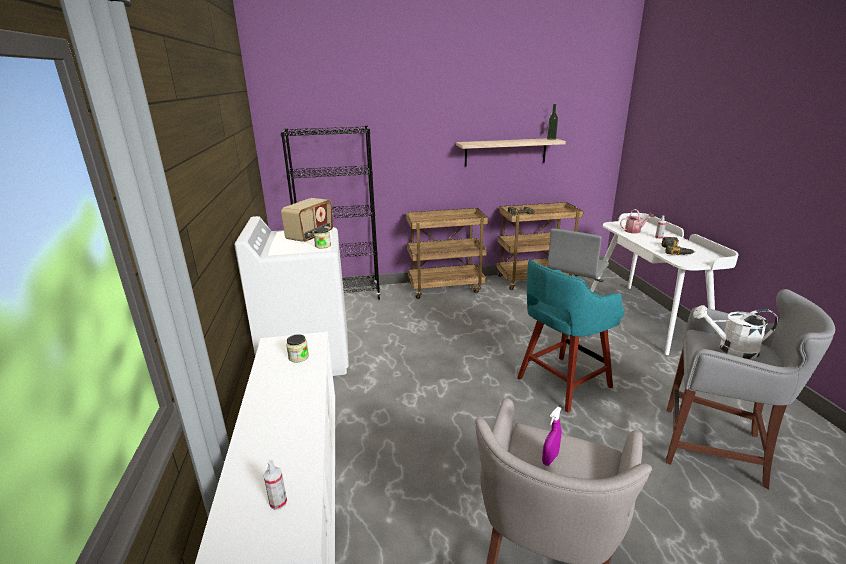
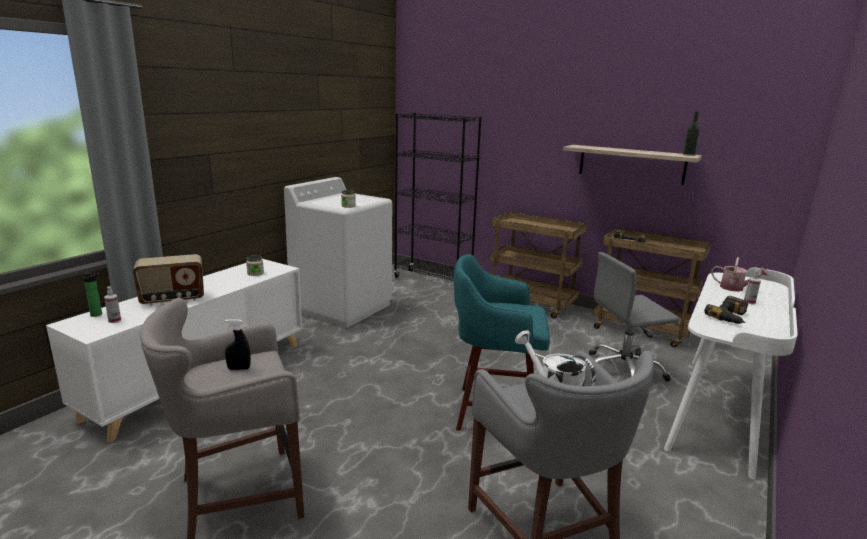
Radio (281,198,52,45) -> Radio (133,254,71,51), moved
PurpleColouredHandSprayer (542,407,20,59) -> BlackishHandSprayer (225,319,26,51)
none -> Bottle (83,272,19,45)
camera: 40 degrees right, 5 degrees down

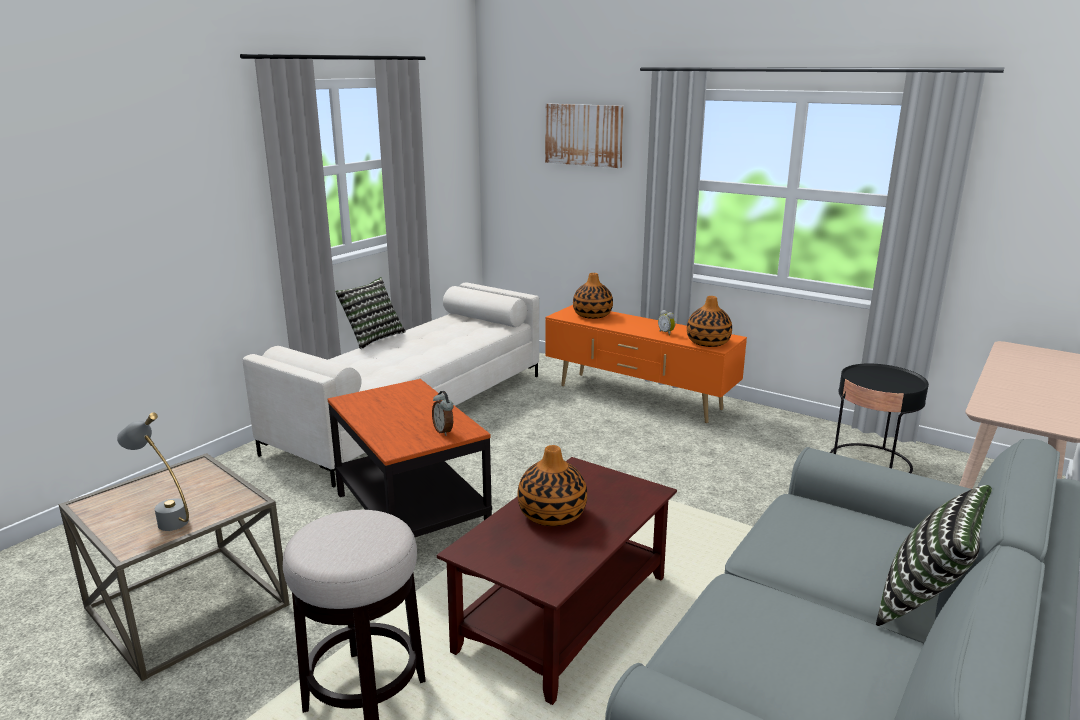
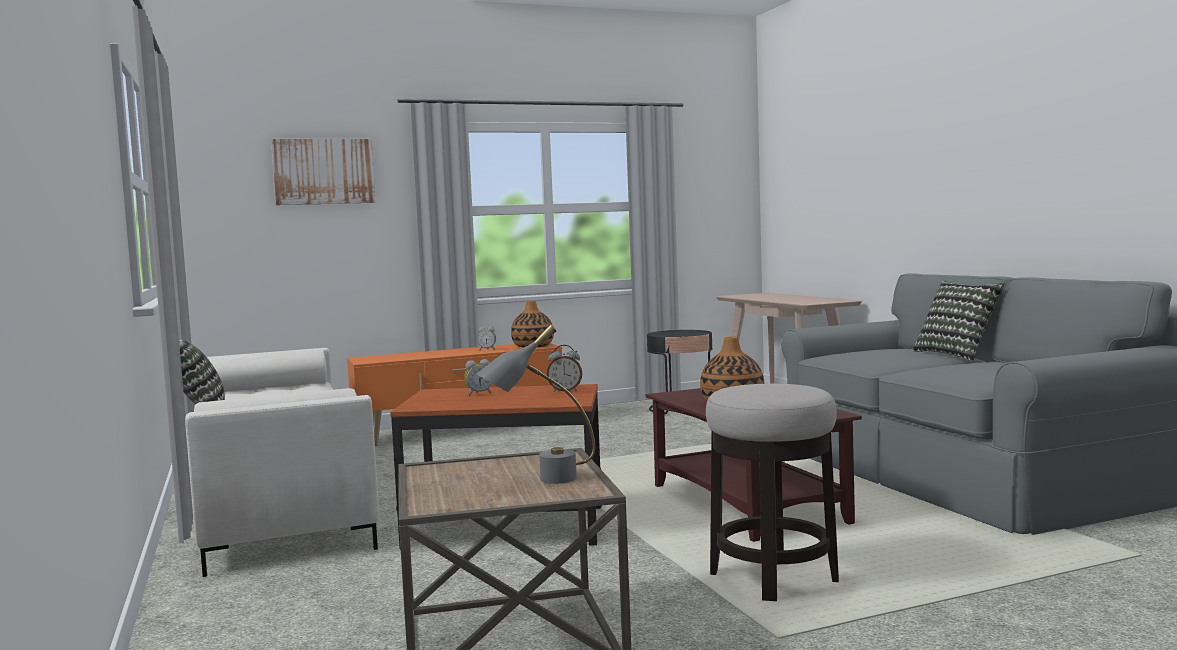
Vase (573,273,40,46) -> none
none -> AlarmClock (464,359,28,37)
camera: 55 degrees left, 15 degrees down

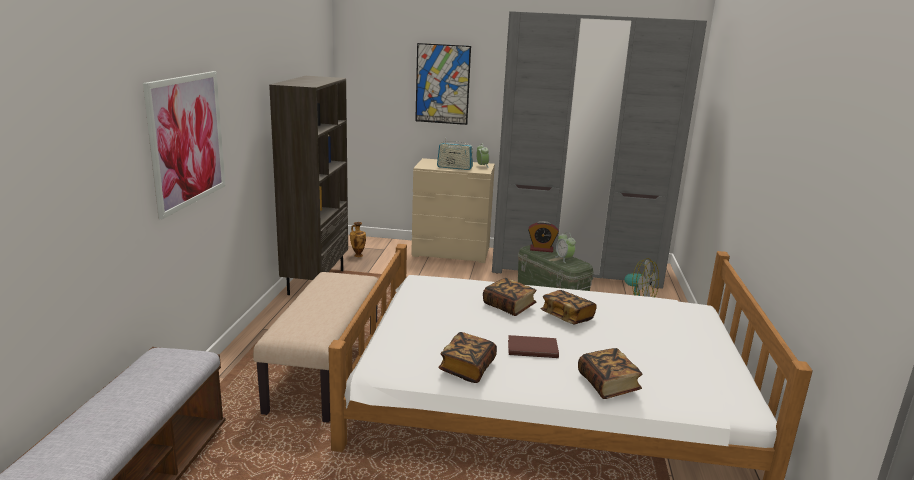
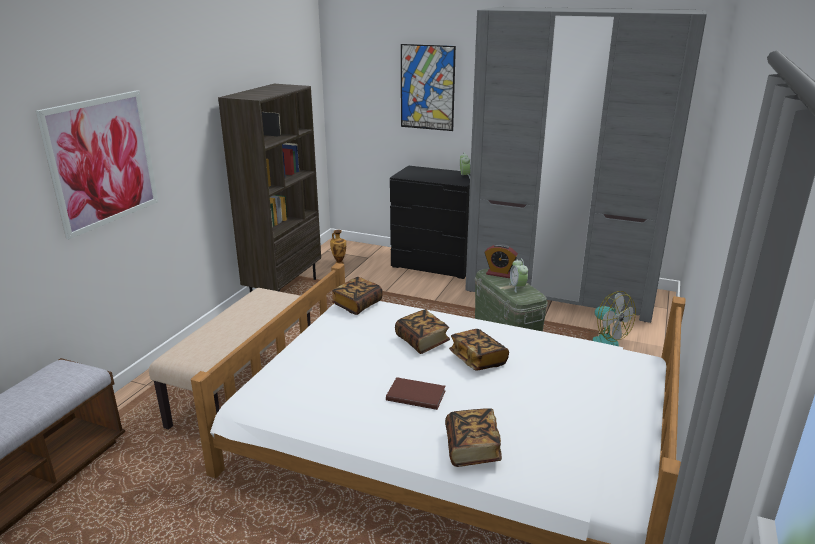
SandColouredDrawerChest (411,158,84,105) -> BlackishDrawerChest (390,165,80,114)
Radio (437,138,36,32) -> none
Book (439,332,58,51) -> Book (332,277,51,38), moved
camera: 15 degrees right, 5 degrees up

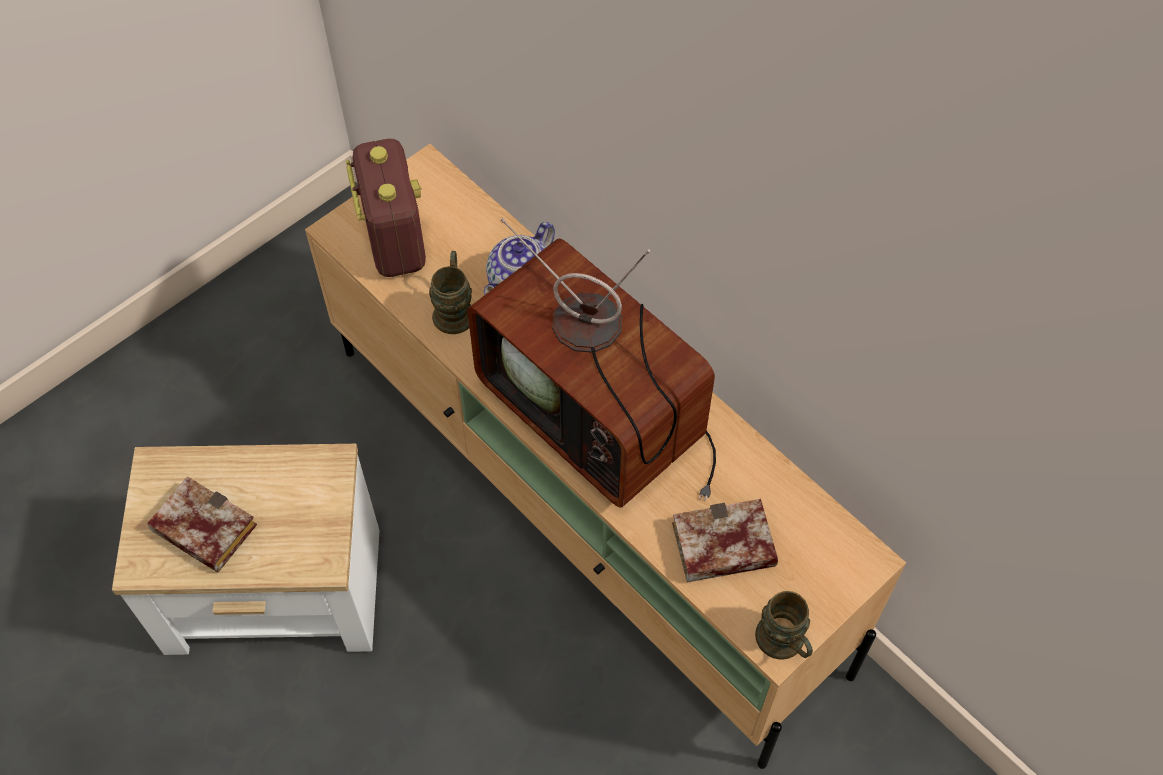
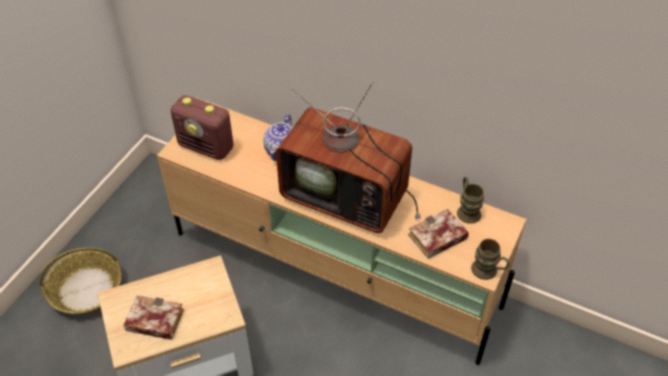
Radio (346,139,80,138) -> Radio (170,95,63,65), 150 degrees clockwise
BrownCoffeeMug (429,251,43,83) -> BrownCoffeeMug (457,177,27,47), moved
none -> Basket (39,247,83,67)
camera: 20 degrees left, 10 degrees down

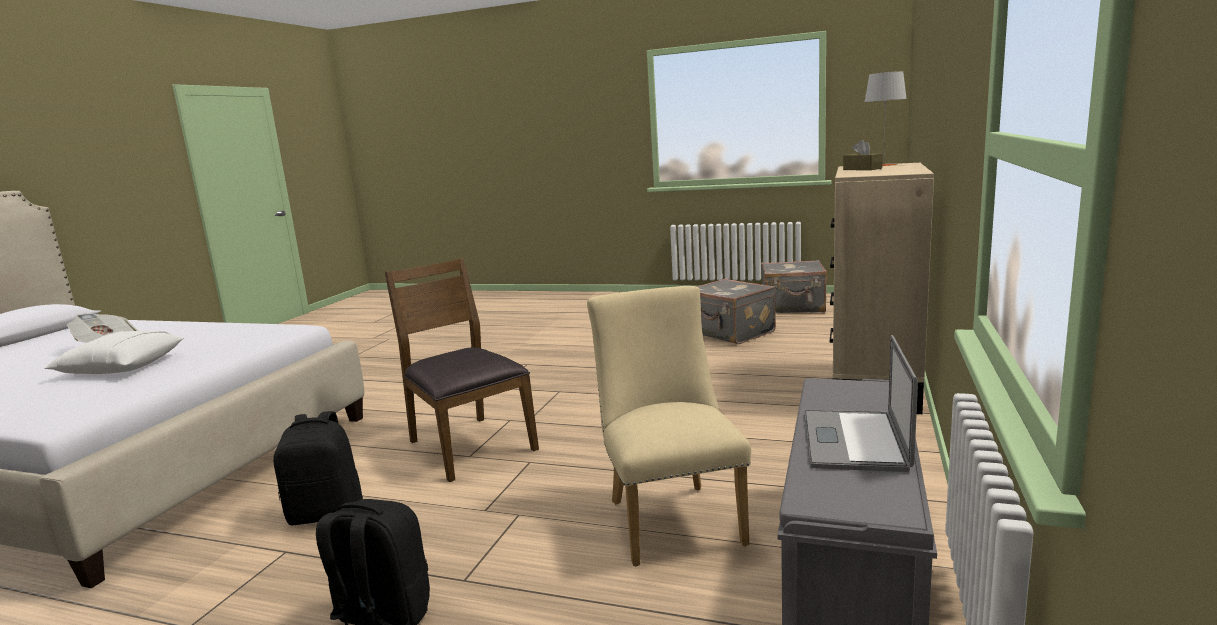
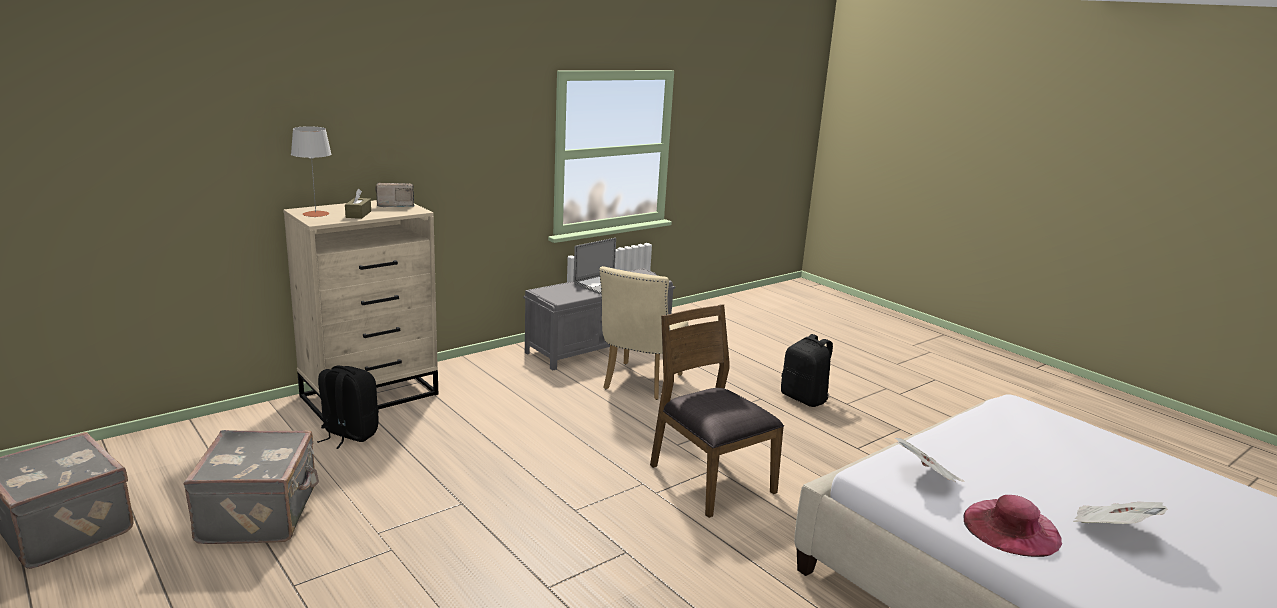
WhiteColouredThrowPillow (44,331,140,43) -> none
BlackishBackpack (273,411,90,114) -> BlackishBackpack (317,366,62,83), moved
BrownUprightChair (385,258,154,224) -> BrownUprightChair (650,304,134,214), 150 degrees clockwise
none -> Radio (375,183,40,24)
none -> Newspaper (895,438,70,44)
none -> PinkClothingHat (964,495,99,62)
camera: 150 degrees left, 5 degrees up

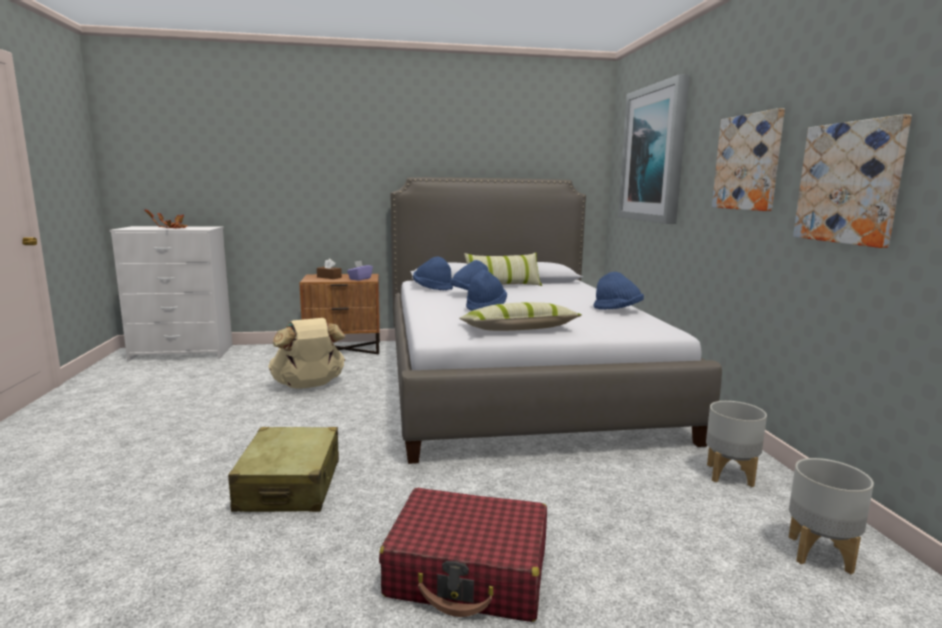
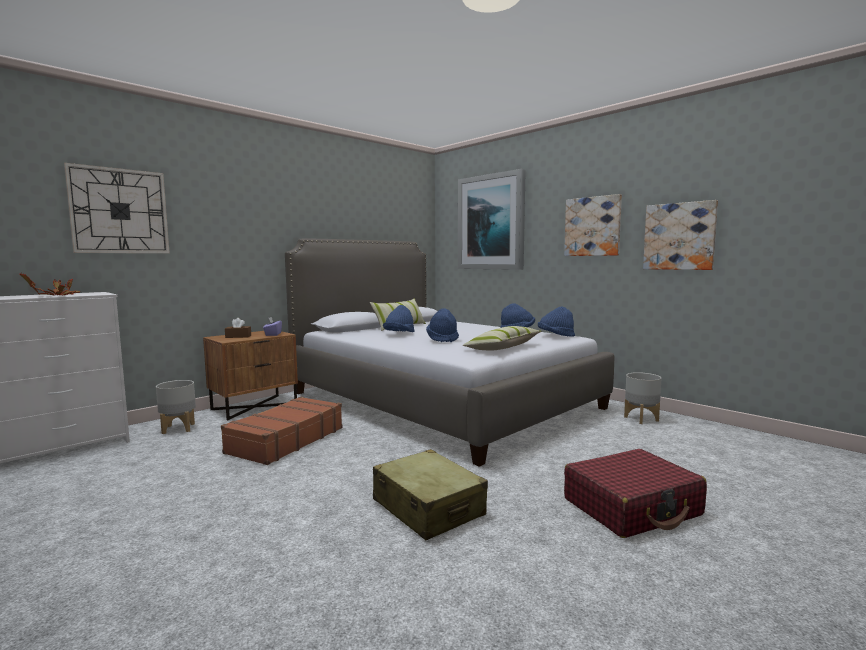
SandColouredBackpack (268,318,77,71) -> BrownPieceOfLuggage (221,397,122,68)
BluishClothingHat (413,257,40,34) -> BluishClothingHat (538,307,37,30), moved
GrayPlantPot (789,458,85,116) -> GrayPlantPot (156,380,40,54), moved
none -> WallClock (64,163,106,90)
camera: 35 degrees left, 5 degrees down

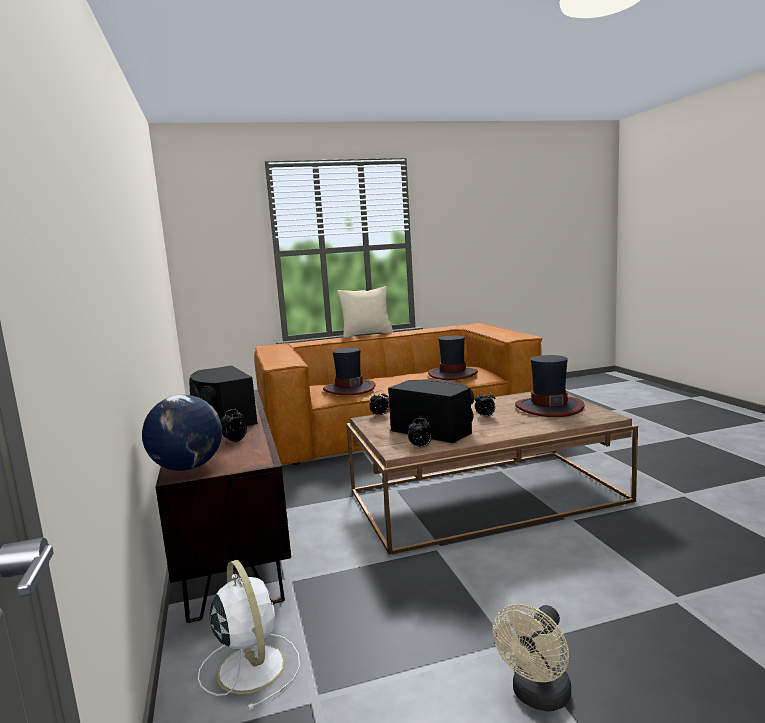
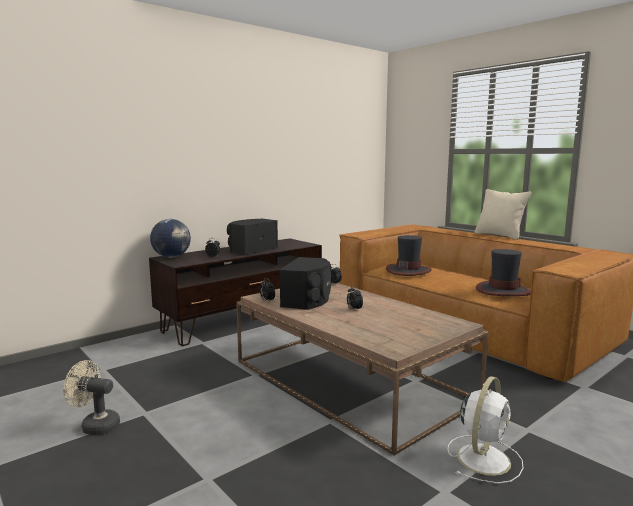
WhiteColouredFan (198,560,102,150) -> WhiteColouredFan (447,376,76,108), moved
ClothingHat (515,355,69,62) -> none
camera: 65 degrees right, 0 degrees up

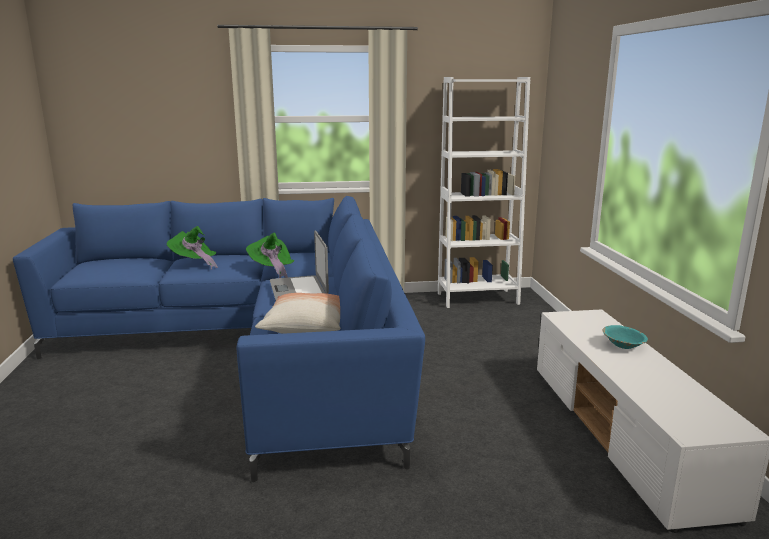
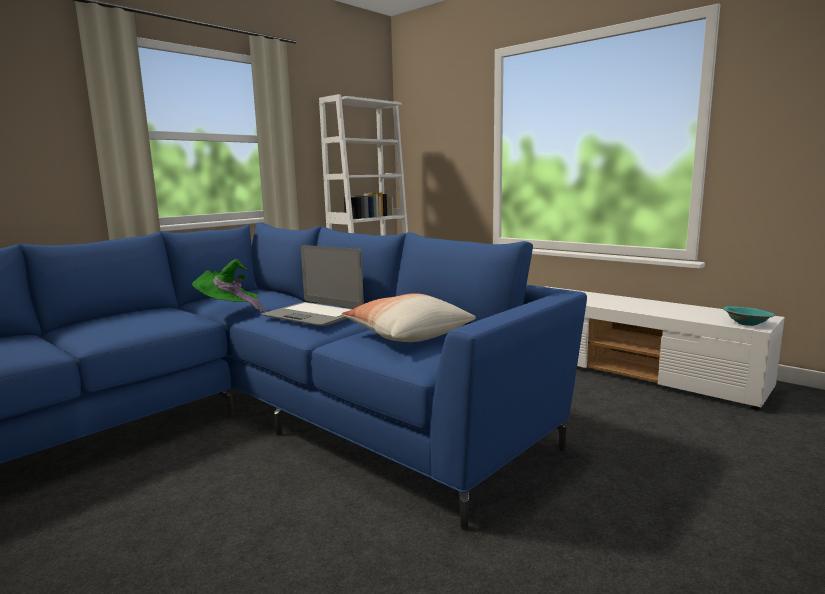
GreenColouredClothingHat (167,226,51,44) -> none
BlueGreenServingBowl (602,325,46,24) -> BlueGreenServingBowl (723,306,52,20), moved
camera: 40 degrees left, 5 degrees down

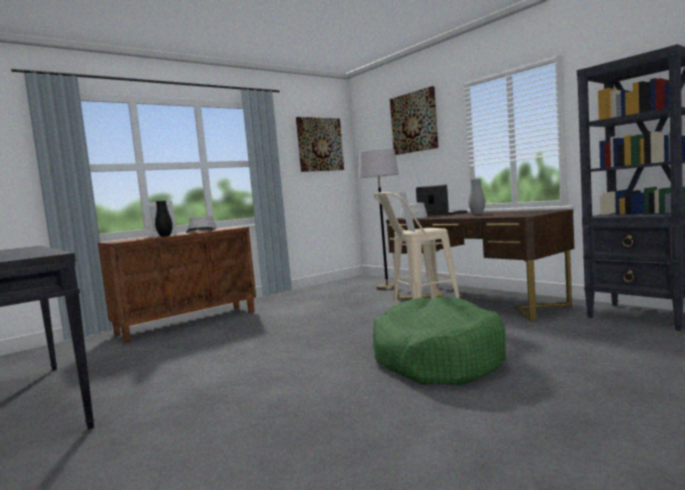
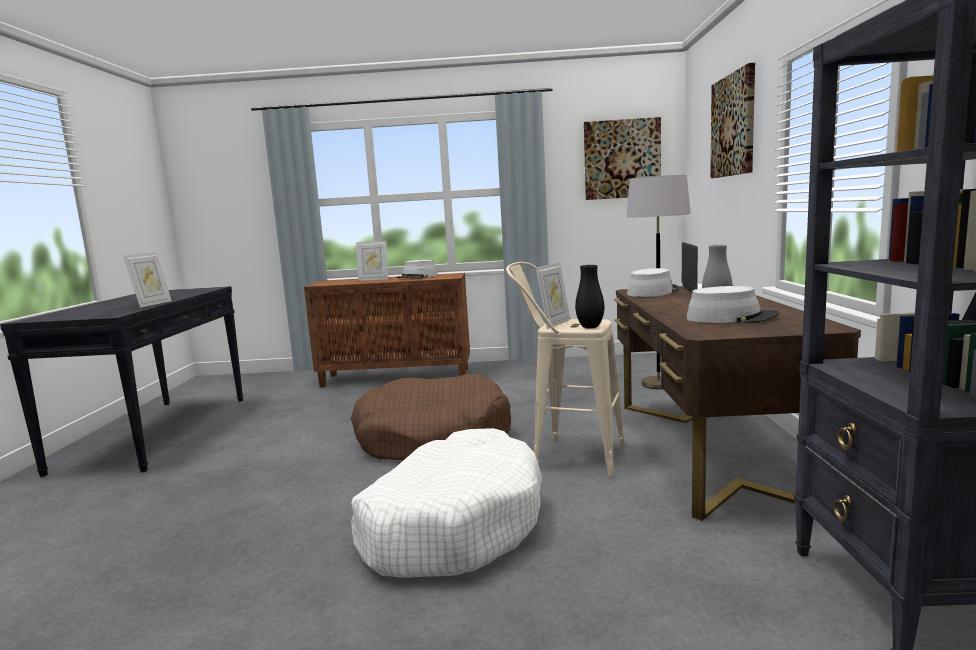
BlackishVase (155,201,18,36) -> BlackishVase (575,265,29,64), moved
GreenColouredDogBed (373,297,133,88) -> WhiteColouredDogBed (351,428,191,150)
none -> StandingFrame (124,252,48,56)
none -> BrownDogBed (351,374,160,87)
none -> GrayClothingHat (686,286,94,37)
camera: 40 degrees right, 5 degrees up

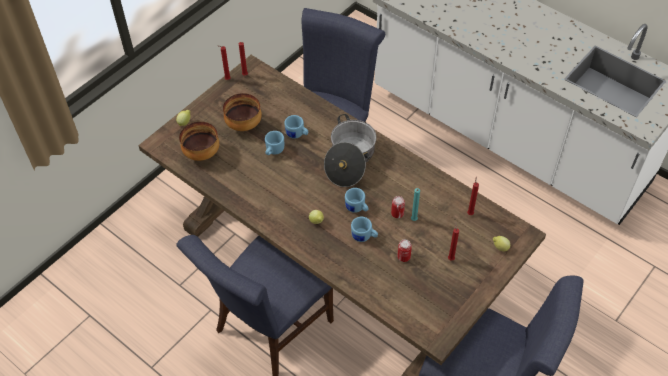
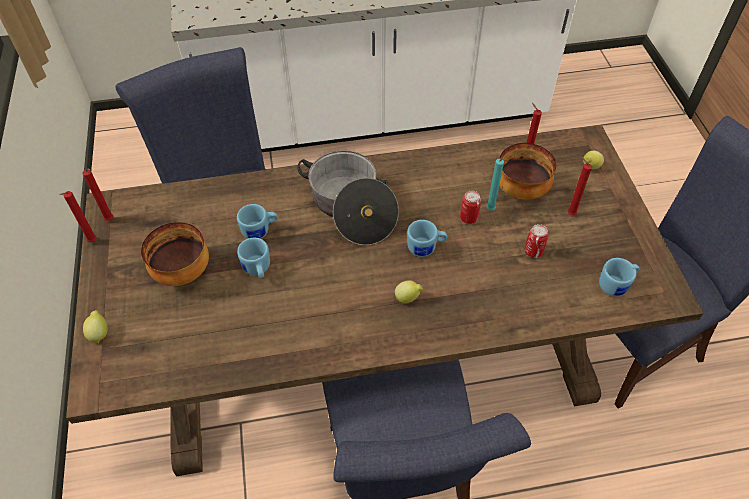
ServingBowl (179,122,41,39) -> ServingBowl (499,143,58,57), moved
BluishCoffeeMug (351,217,27,25) -> BluishCoffeeMug (599,258,41,38), moved
camera: 50 degrees left, 0 degrees up

